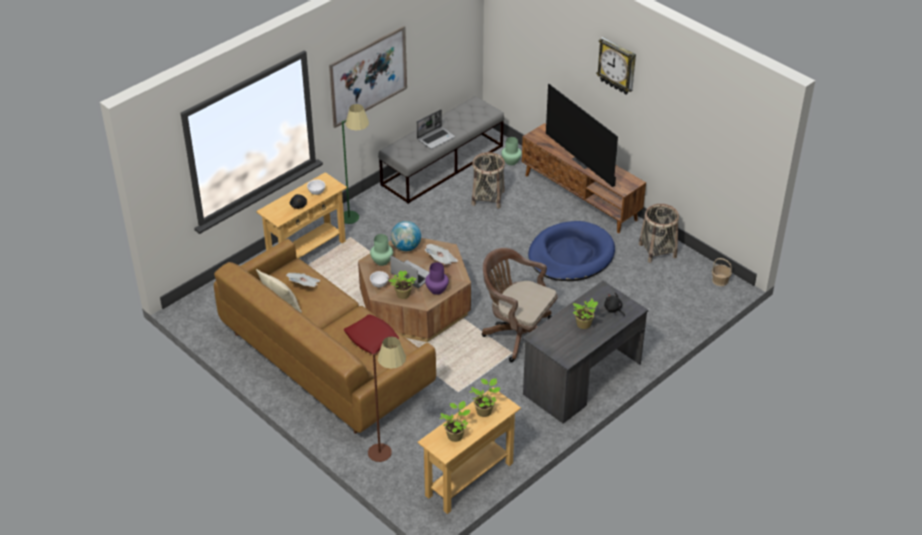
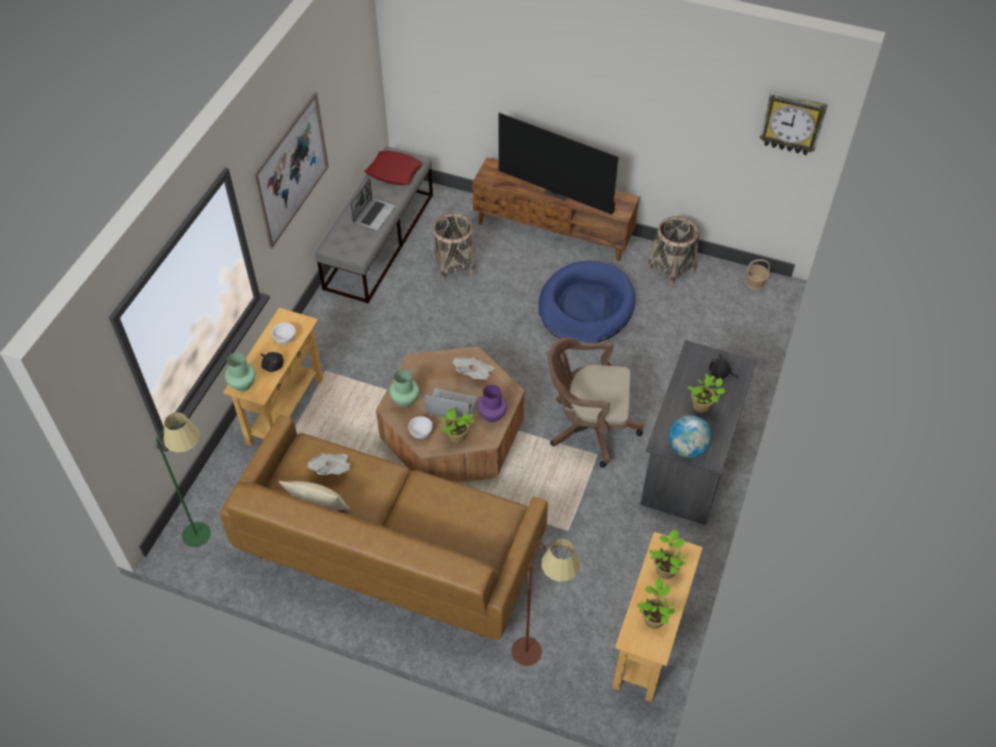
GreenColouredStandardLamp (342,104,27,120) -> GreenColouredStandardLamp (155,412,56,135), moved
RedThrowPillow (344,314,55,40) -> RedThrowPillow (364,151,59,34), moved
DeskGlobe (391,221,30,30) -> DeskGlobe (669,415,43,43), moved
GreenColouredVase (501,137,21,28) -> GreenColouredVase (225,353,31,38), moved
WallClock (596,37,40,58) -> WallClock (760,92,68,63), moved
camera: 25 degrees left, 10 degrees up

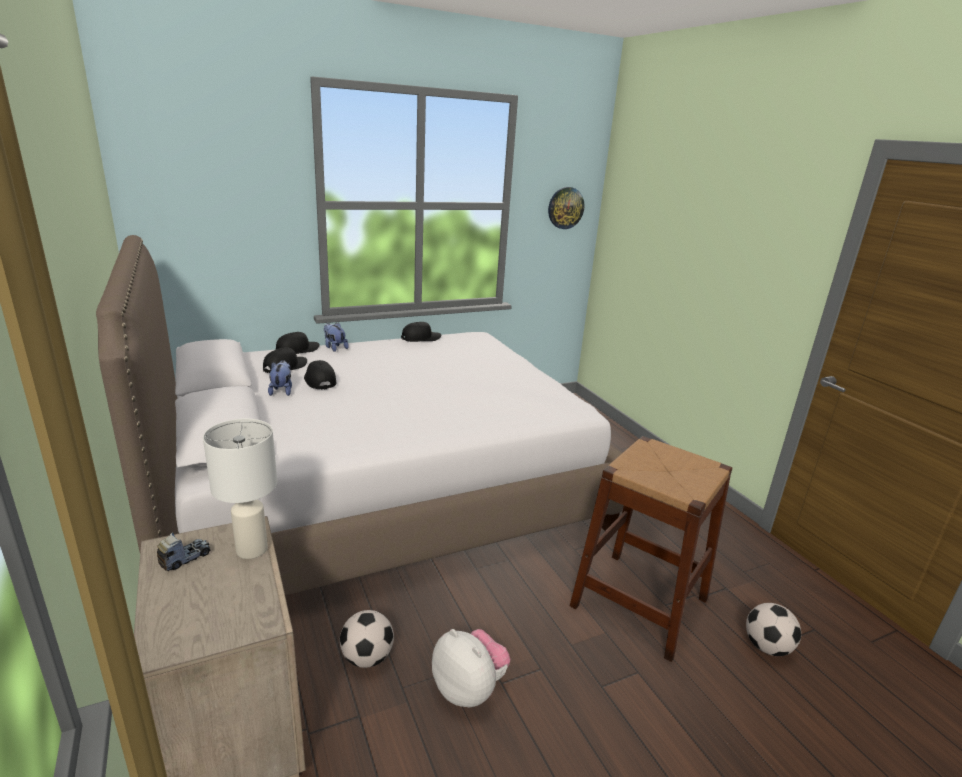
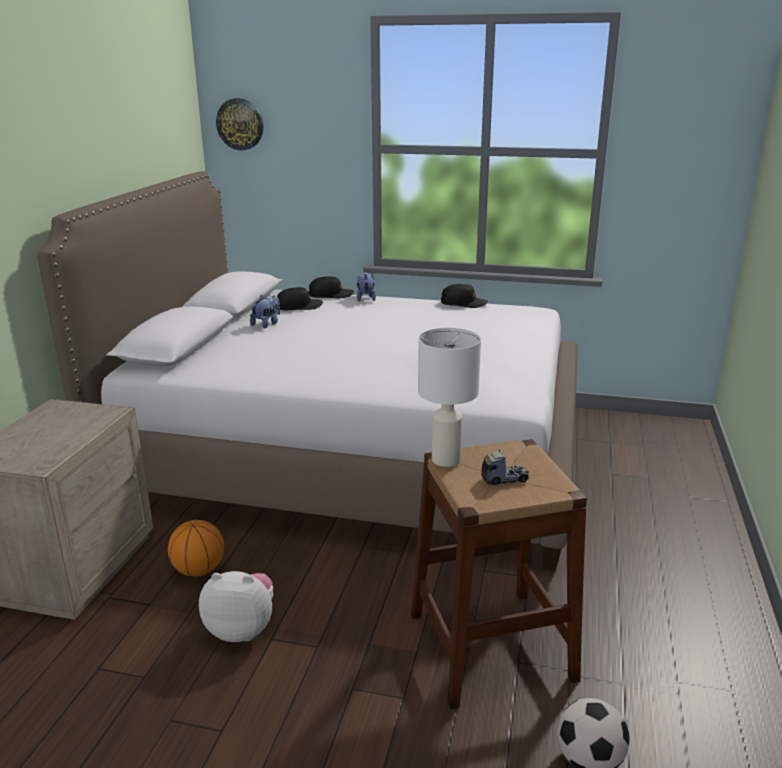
ModelTruck (157,532,53,39) -> ModelTruck (481,449,48,36), moved
WhiteColouredTableLamp (203,419,74,140) -> WhiteColouredTableLamp (418,328,63,139), moved
BlackishPeakedCap (304,360,33,30) -> none
FootballBall (340,610,54,58) -> BallForBasketball (168,520,56,57)
CuddlyToy (432,629,78,78) -> CuddlyToy (199,571,74,71), 75 degrees counterclockwise
WallClock (548,187,36,42) -> WallClock (216,98,47,52), moved
camera: 40 degrees right, 0 degrees up

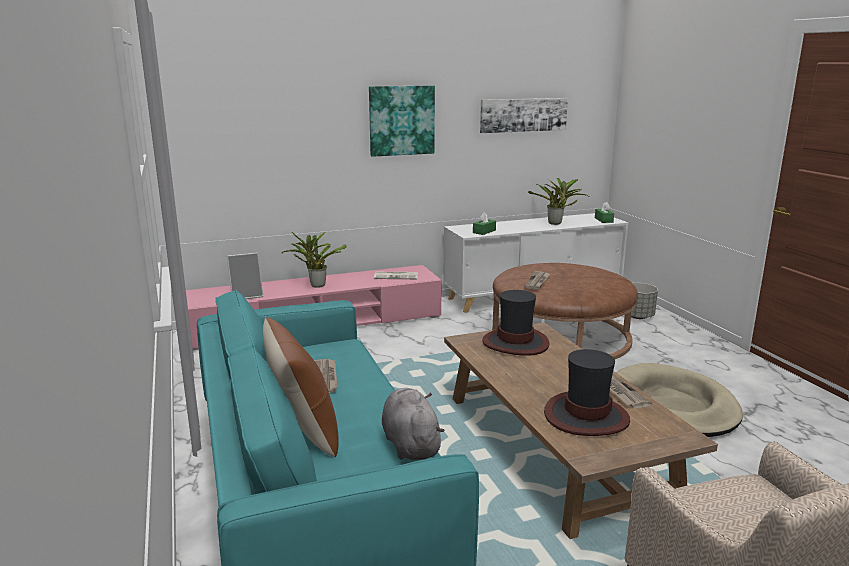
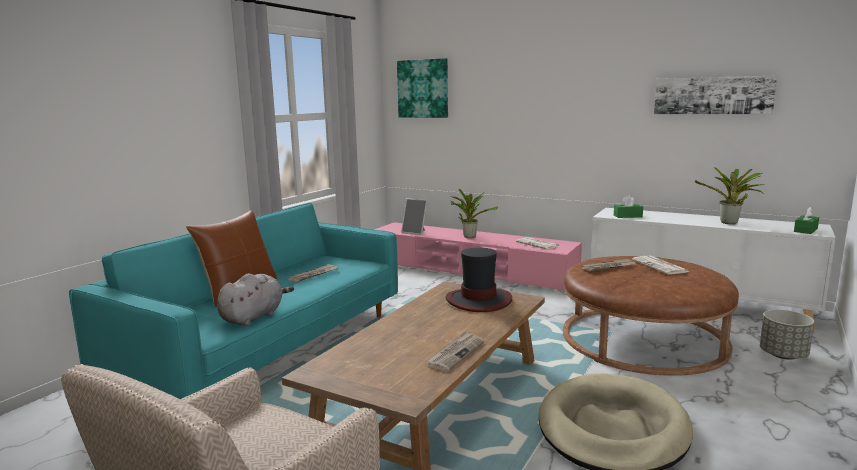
WallPicture (369,85,66,72) -> WallPicture (397,58,51,60), moved
ClothingHat (544,349,86,87) -> none
none -> Newspaper (632,256,57,18)
camera: 50 degrees right, 5 degrees down

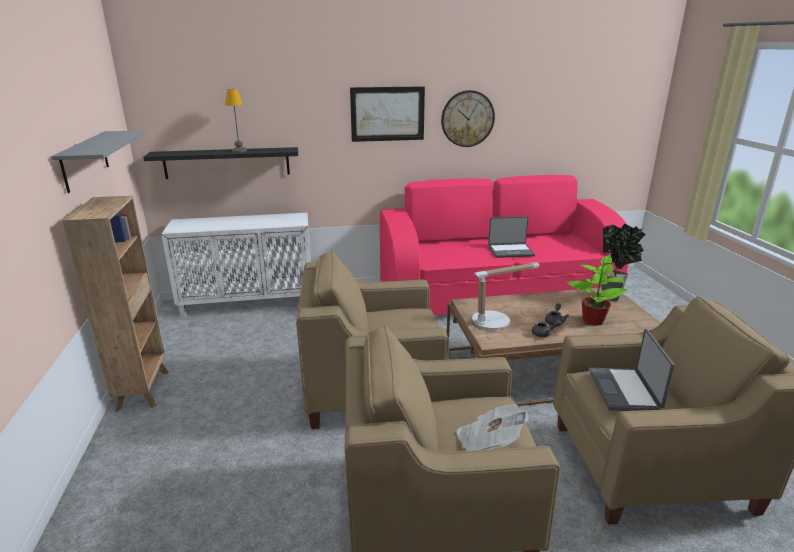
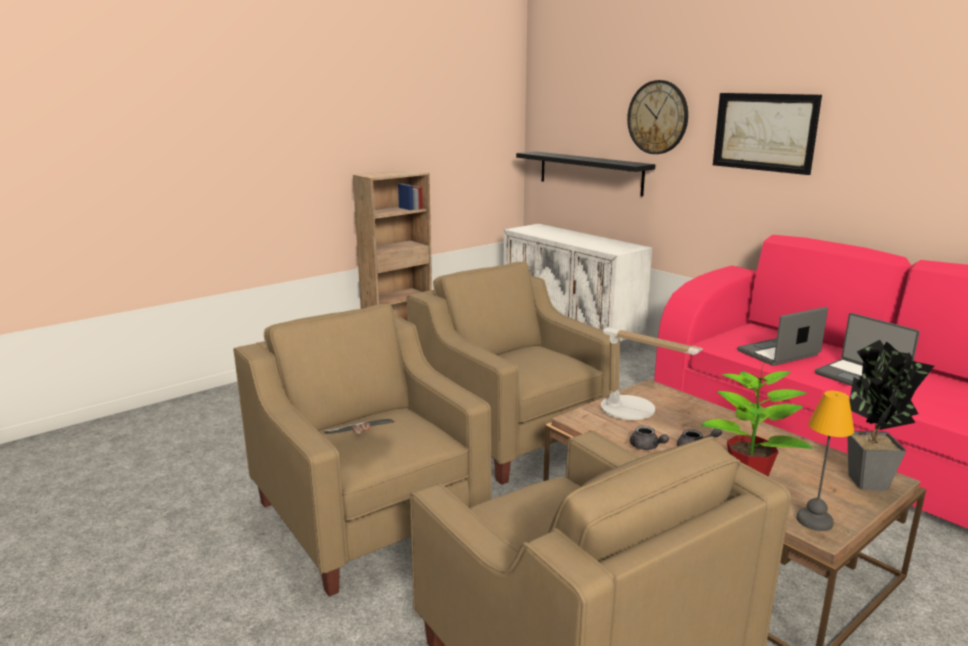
GrayBracketShelf (51,130,94,63) -> none
TableLamp (225,89,22,64) -> TableLamp (796,391,58,140), moved
WallClock (441,90,54,57) -> WallClock (627,80,61,74), moved
PortableComputer (589,329,86,82) -> PortableComputer (737,307,91,59), moved
camera: 60 degrees right, 5 degrees down

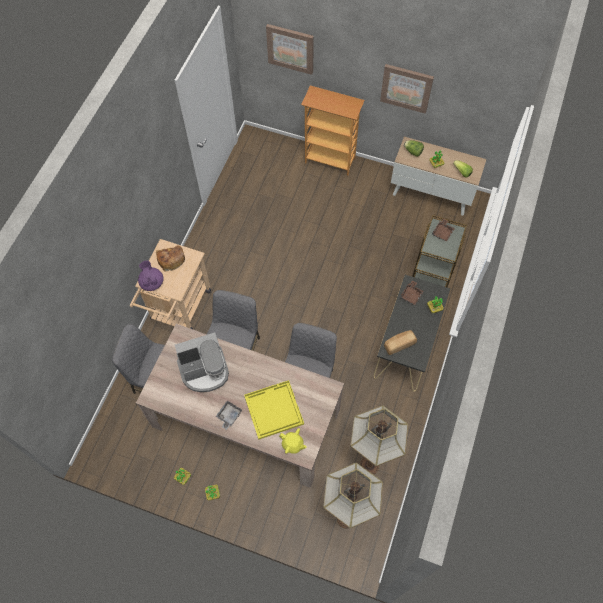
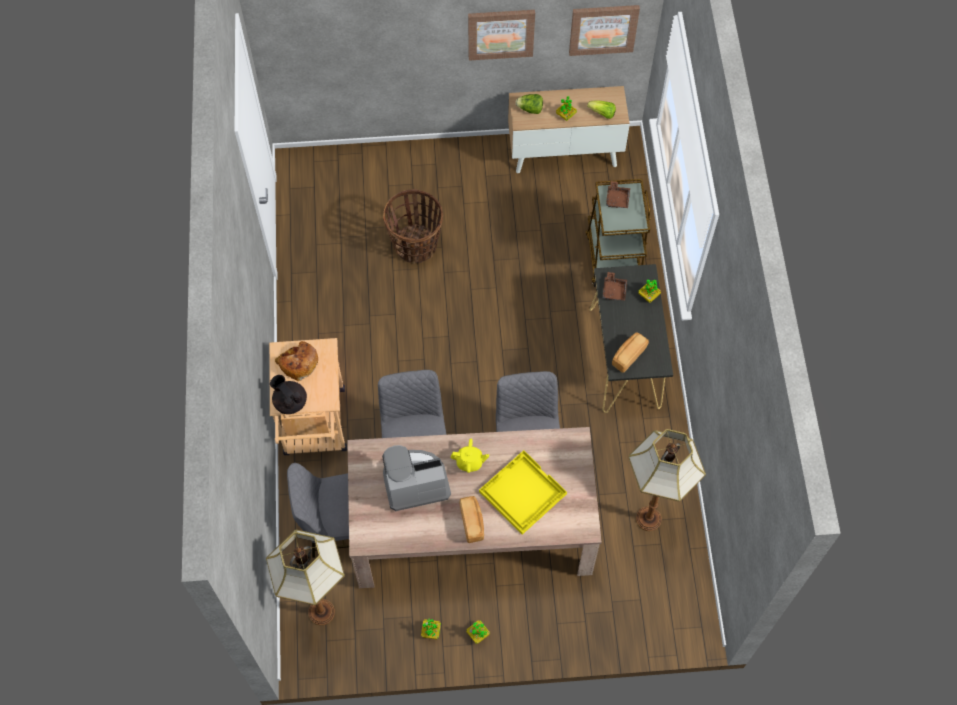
PurpleColouredTeaPot (138,260,26,31) -> BlackishTeaPot (270,375,37,39)
CoffeeMaker (175,332,54,60) -> CoffeeMaker (382,445,69,66), 150 degrees counterclockwise
GrayTray (216,401,26,29) -> BakeryBread (459,496,25,47)
WallPicture (266,24,48,51) -> WallPicture (569,5,71,51), moved
YellowTeaPot (279,428,28,26) -> YellowTeaPot (451,439,38,34), moved
Bookshelf (301,85,64,91) -> none
StandardLamp (323,463,60,66) -> StandardLamp (266,530,79,95), moved
none -> Basket (383,189,60,75)
camera: 25 degrees left, 0 degrees up

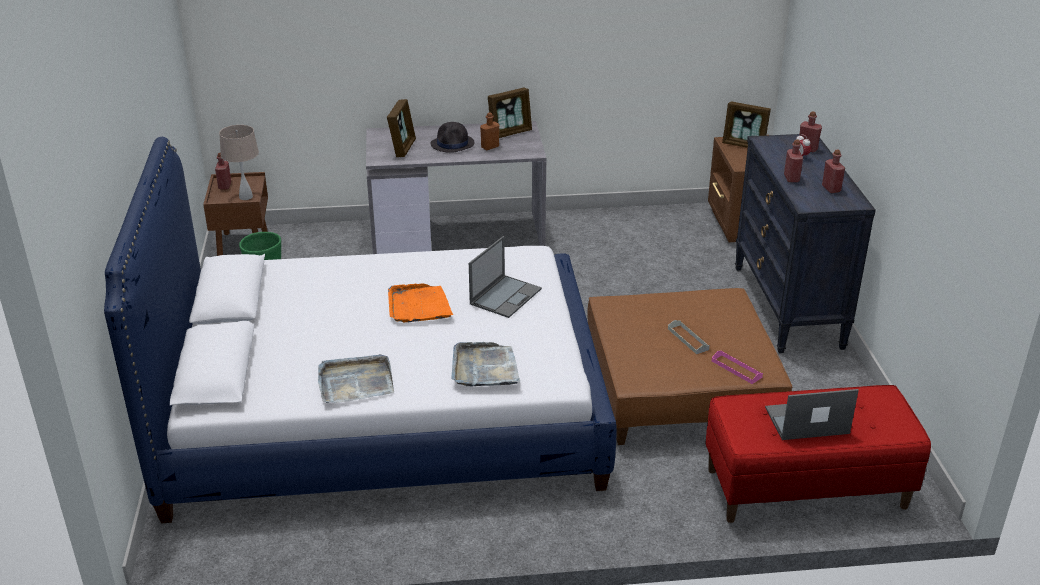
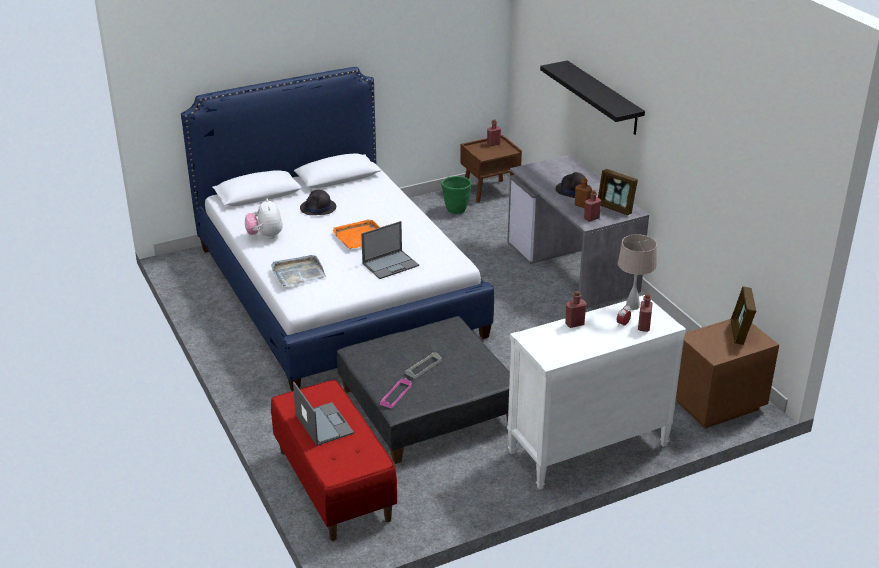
SandColouredTableLamp (219,125,40,75) -> SandColouredTableLamp (618,234,39,76), moved
GrayTray (318,354,76,49) -> CuddlyToy (245,199,38,40)
StandingFrame (387,99,29,58) -> none
PortableComputer (469,236,73,82) -> PortableComputer (361,221,58,58), 45 degrees counterclockwise
BrownFootrest (587,288,205,157) -> GrayFootrest (337,316,173,148)
BlackishDrawerChest (735,134,141,219) -> WhiteColouredDrawerChest (507,295,179,195)
RedBottle (822,150,23,43) -> RedBottle (584,190,17,32), moved
none -> BlackishClothingHat (300,190,36,25)
none -> BlackishBracketShelf (540,60,105,75)
camera: 70 degrees right, 0 degrees up

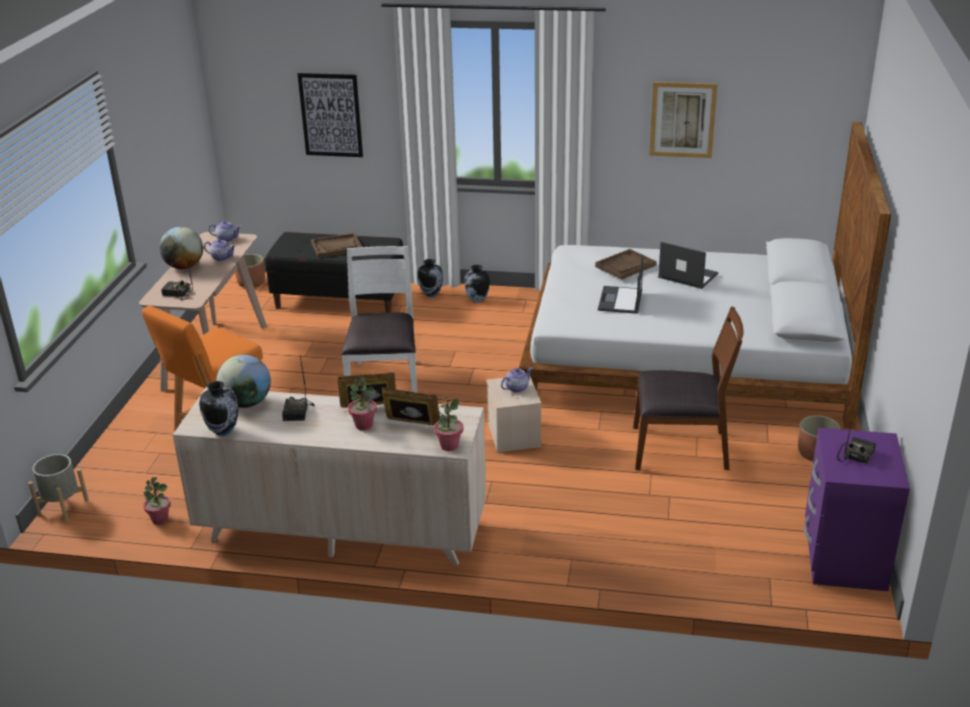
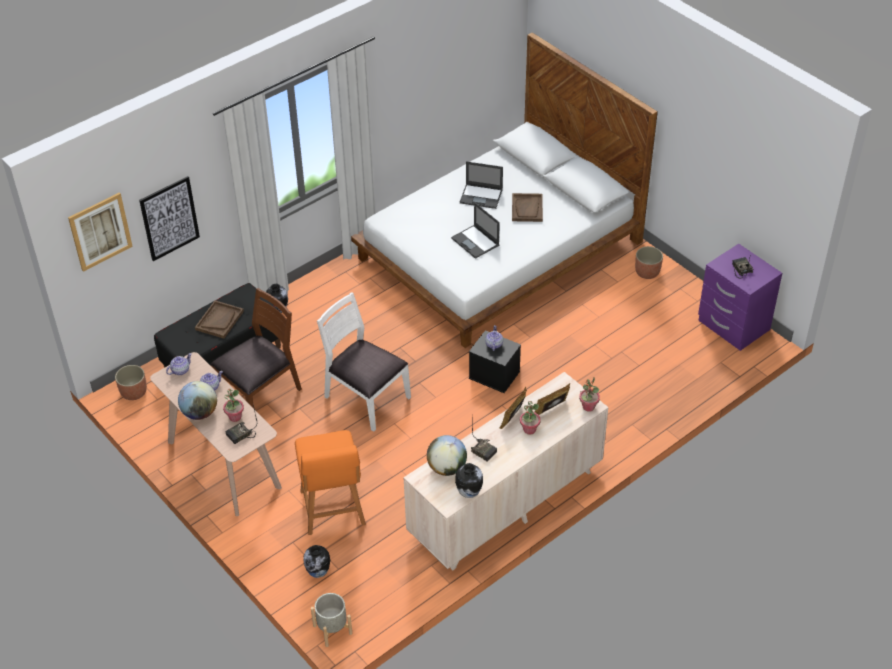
PlantInAPot (143,477,28,48) -> PlantInAPot (223,389,21,33), moved
Vase (464,265,26,38) -> Vase (303,545,27,33), moved
SandColouredStorageBin (487,377,54,76) -> BlackishStorageBin (469,330,52,63)
BrownTray (595,249,62,31) -> BrownTray (512,193,31,29), moved
BrownUprightChair (633,306,111,164) -> BrownUprightChair (211,288,91,120), moved
WallPicture (649,82,69,76) -> WallPicture (68,193,65,79), moved
PortableComputer (658,242,60,47) -> PortableComputer (460,161,43,48), 150 degrees counterclockwise
camera: 50 degrees left, 15 degrees up

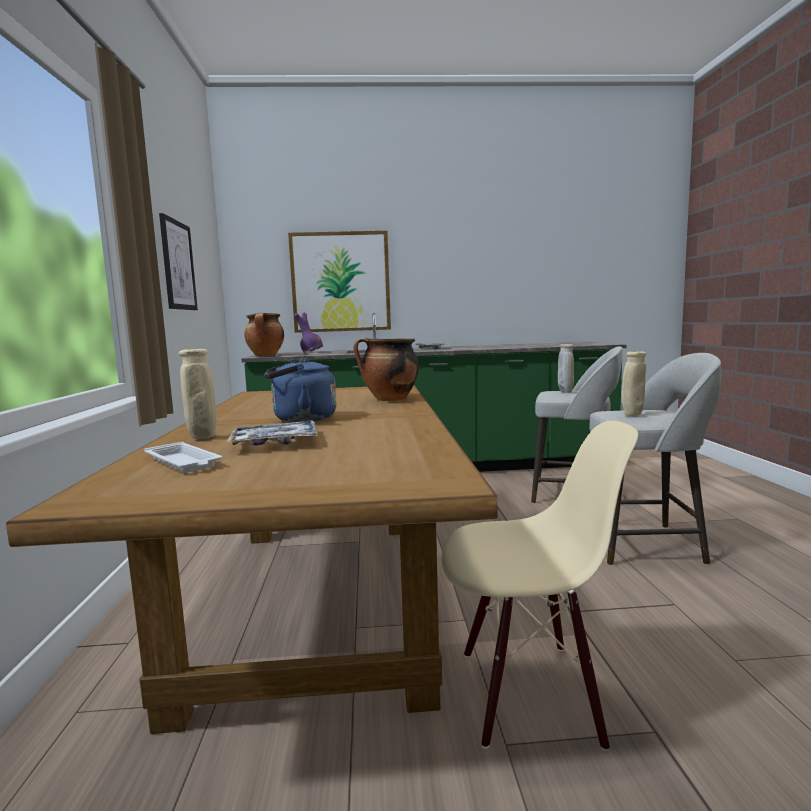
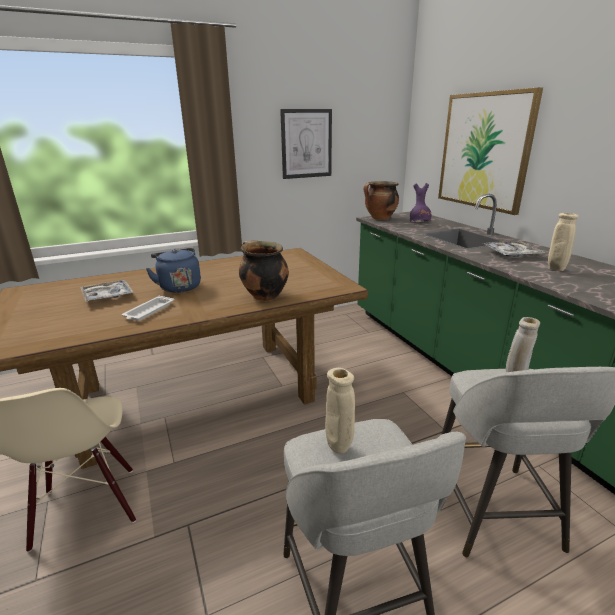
WhiteColouredTray (144,442,78,31) -> WhiteColouredTray (122,296,52,25), moved
SandColouredVase (179,349,38,90) -> SandColouredVase (548,213,31,58), moved
camera: 70 degrees right, 15 degrees up

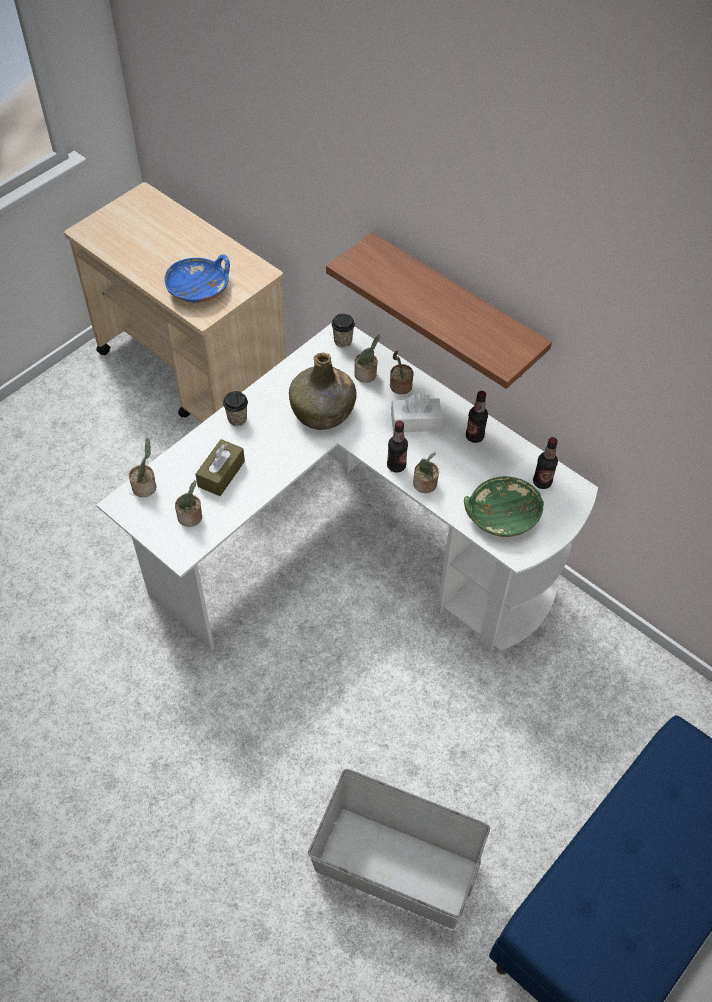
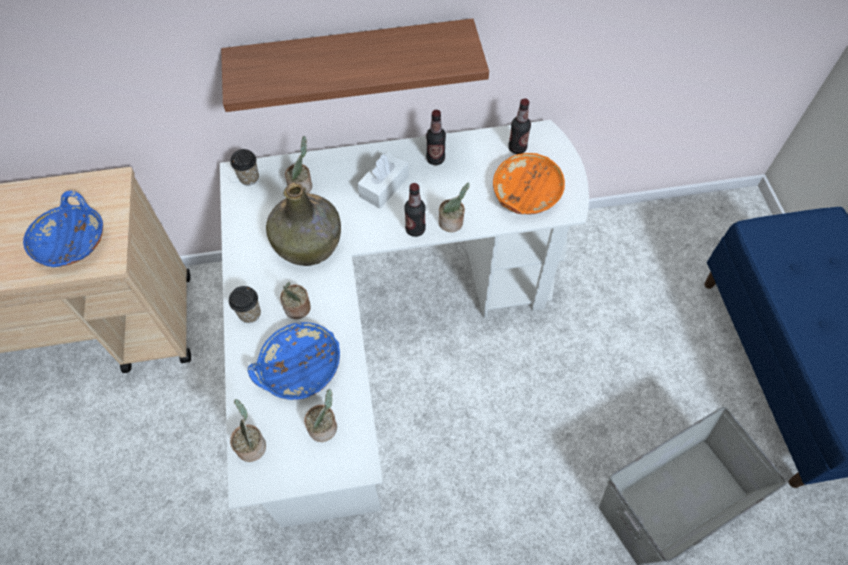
BrownBoxOfTissues (195,439,50,57) -> BluishServingBowl (248,322,92,78)
PlantInAPot (390,350,24,44) -> PlantInAPot (280,282,31,37), moved
GreenColouredServingBowl (464,476,80,61) -> OrangeColouredServingBowl (493,153,72,61)
camera: 50 degrees left, 5 degrees up

